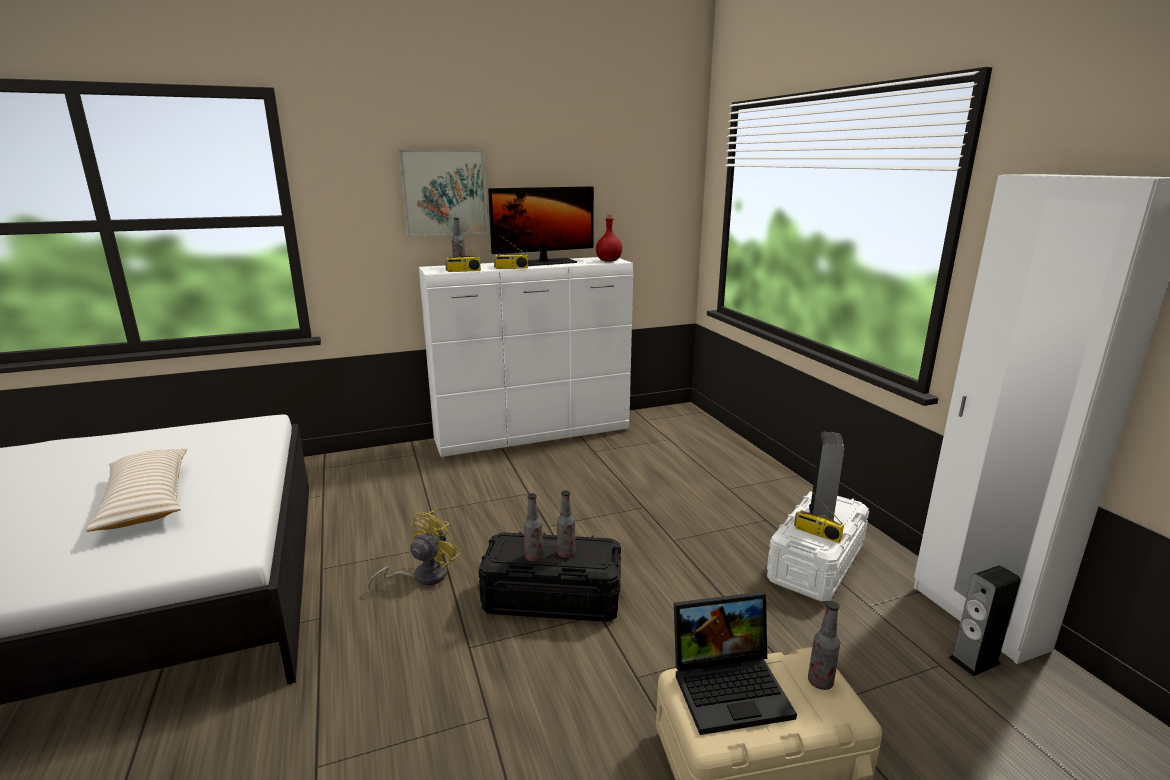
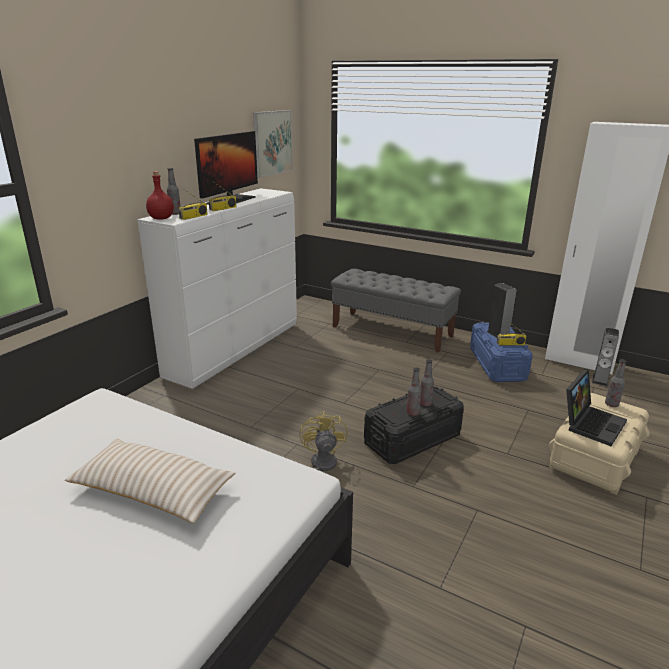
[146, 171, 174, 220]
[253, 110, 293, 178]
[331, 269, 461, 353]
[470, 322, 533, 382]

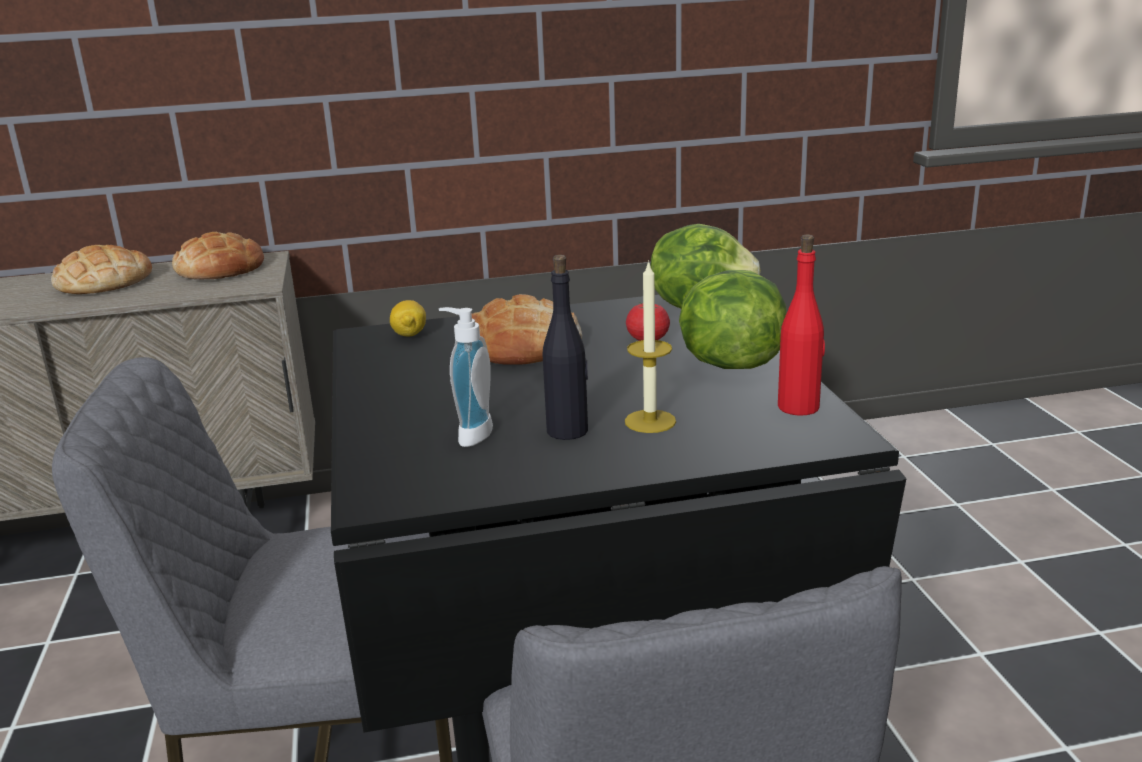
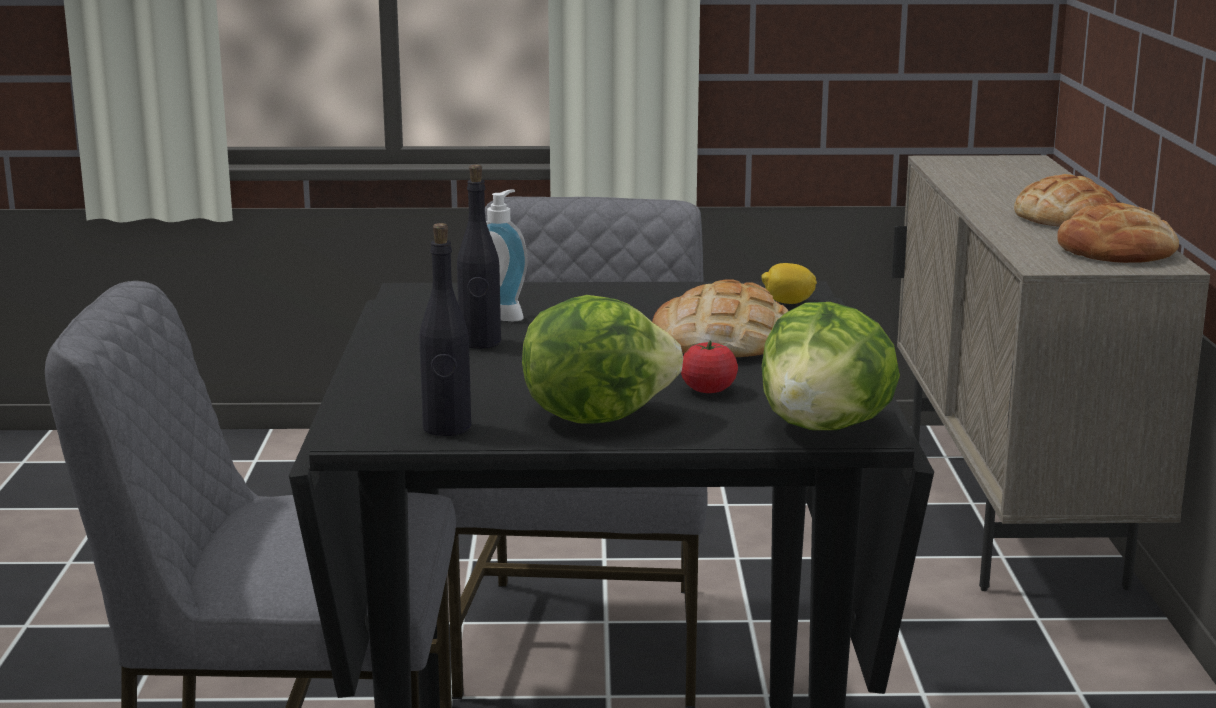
[419, 223, 471, 436]
[625, 260, 676, 433] (first image)

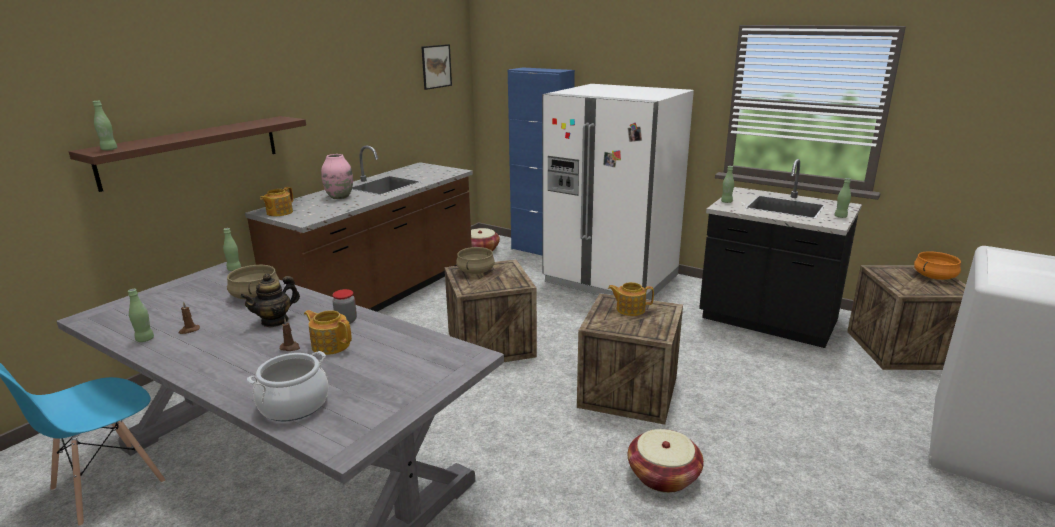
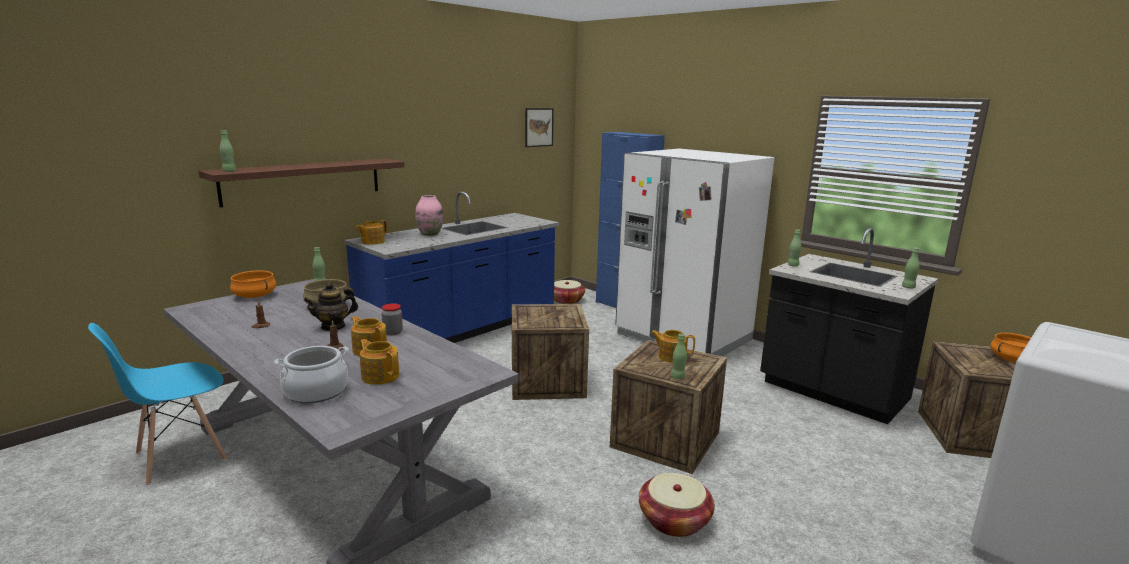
[230, 270, 276, 298]
[345, 191, 559, 343]
[360, 339, 399, 385]
[671, 334, 687, 379]
[456, 247, 495, 274] (first image)

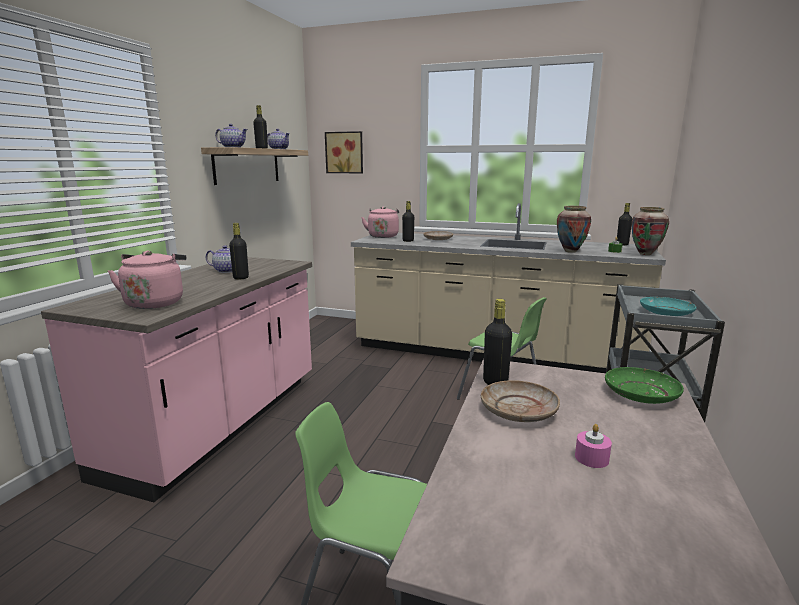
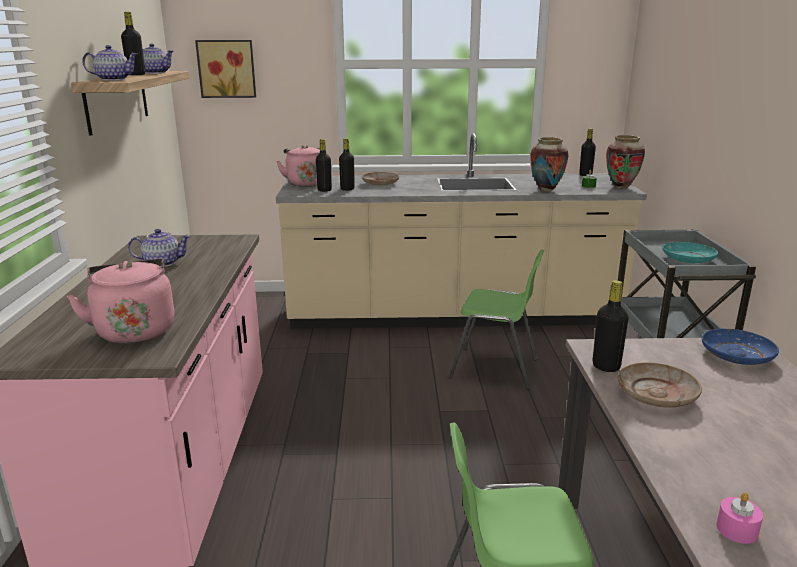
[316, 139, 332, 192]
[702, 329, 779, 365]
[716, 492, 763, 544]

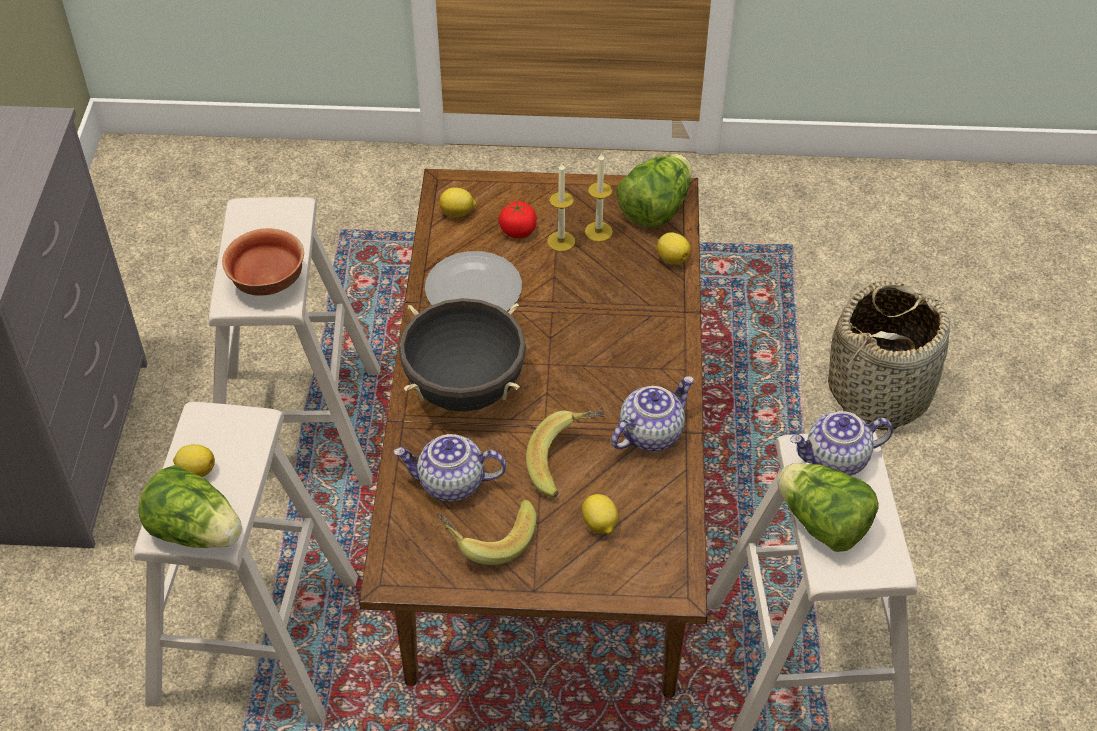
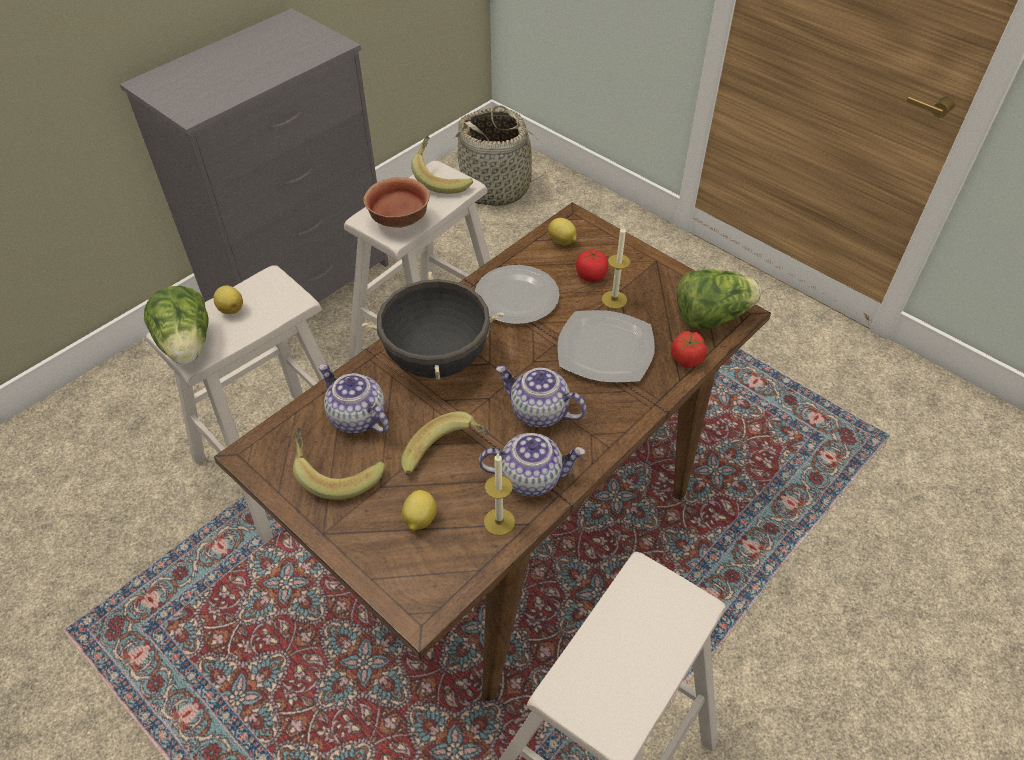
[411, 136, 473, 194]
[452, 105, 549, 206]
[484, 454, 515, 536]
[496, 366, 586, 428]
[558, 310, 655, 383]
[671, 331, 707, 368]
[777, 463, 879, 552] (first image)

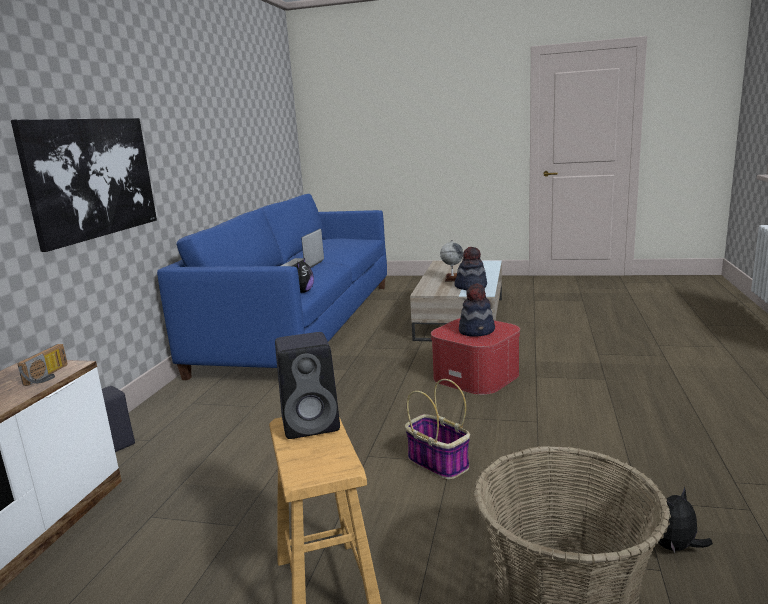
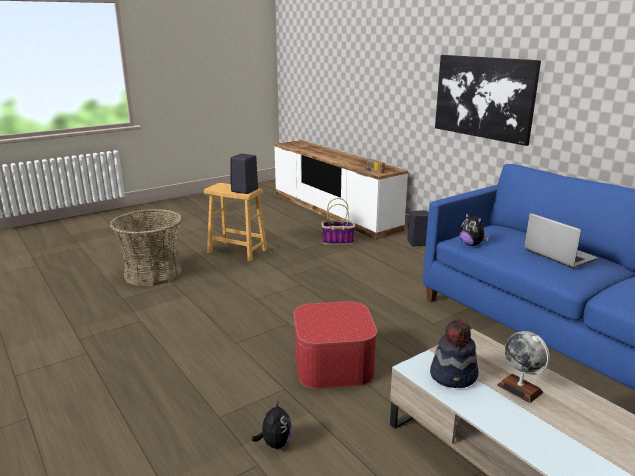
[252, 399, 292, 449]
[322, 198, 355, 245]
[459, 283, 495, 337] (first image)

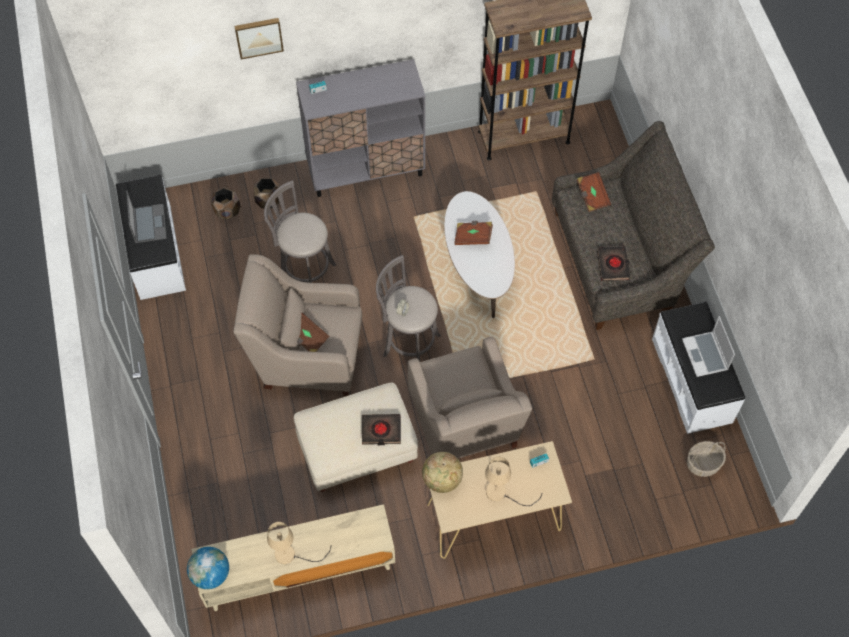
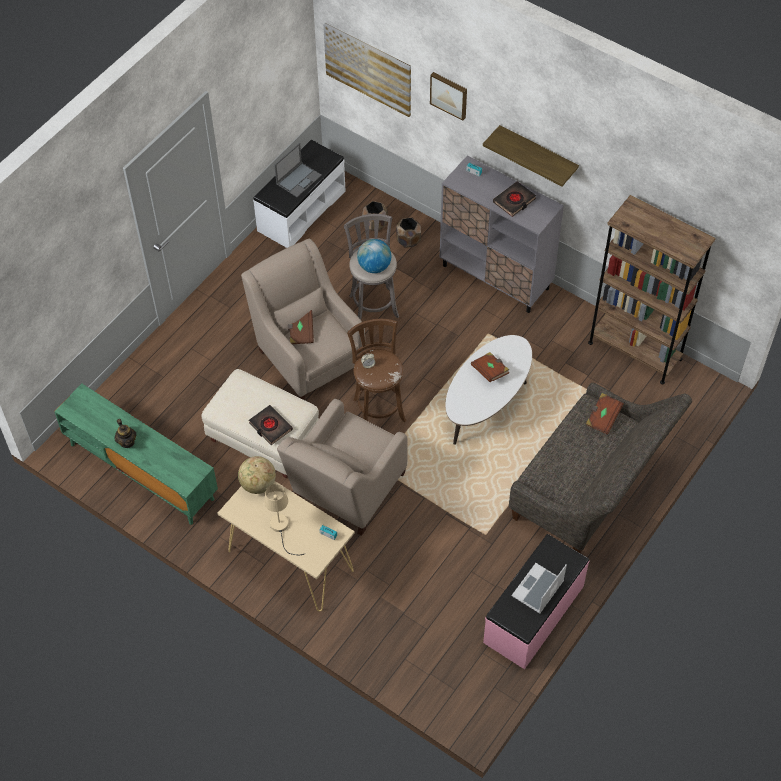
[54, 384, 218, 525]
[115, 419, 136, 448]
[323, 23, 411, 117]
[347, 319, 406, 422]
[357, 239, 391, 273]
[483, 125, 579, 186]
[483, 534, 589, 669]
[493, 181, 536, 217]
[687, 441, 726, 477] (first image)

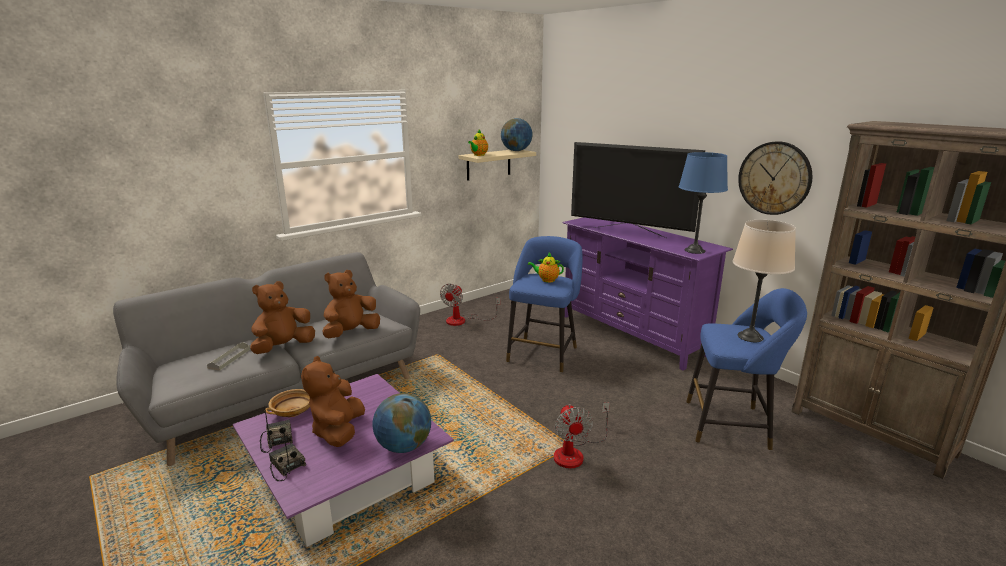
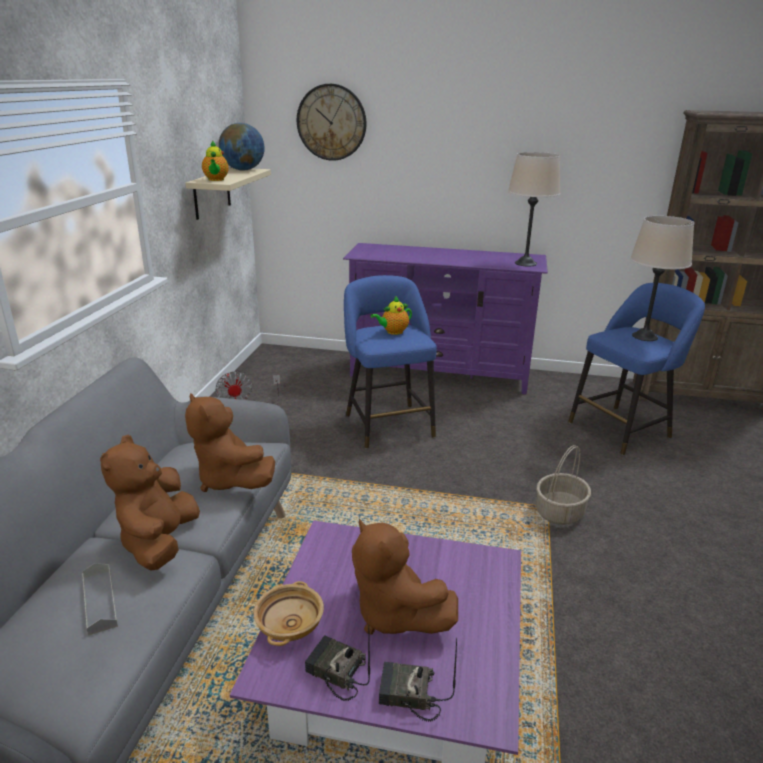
[185, 393, 275, 492]
[297, 84, 366, 161]
[508, 152, 560, 267]
[536, 445, 591, 525]
[372, 393, 431, 453] (first image)
[571, 142, 705, 239] (first image)

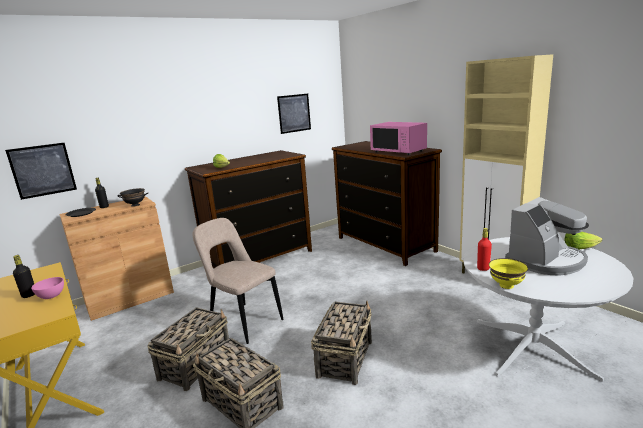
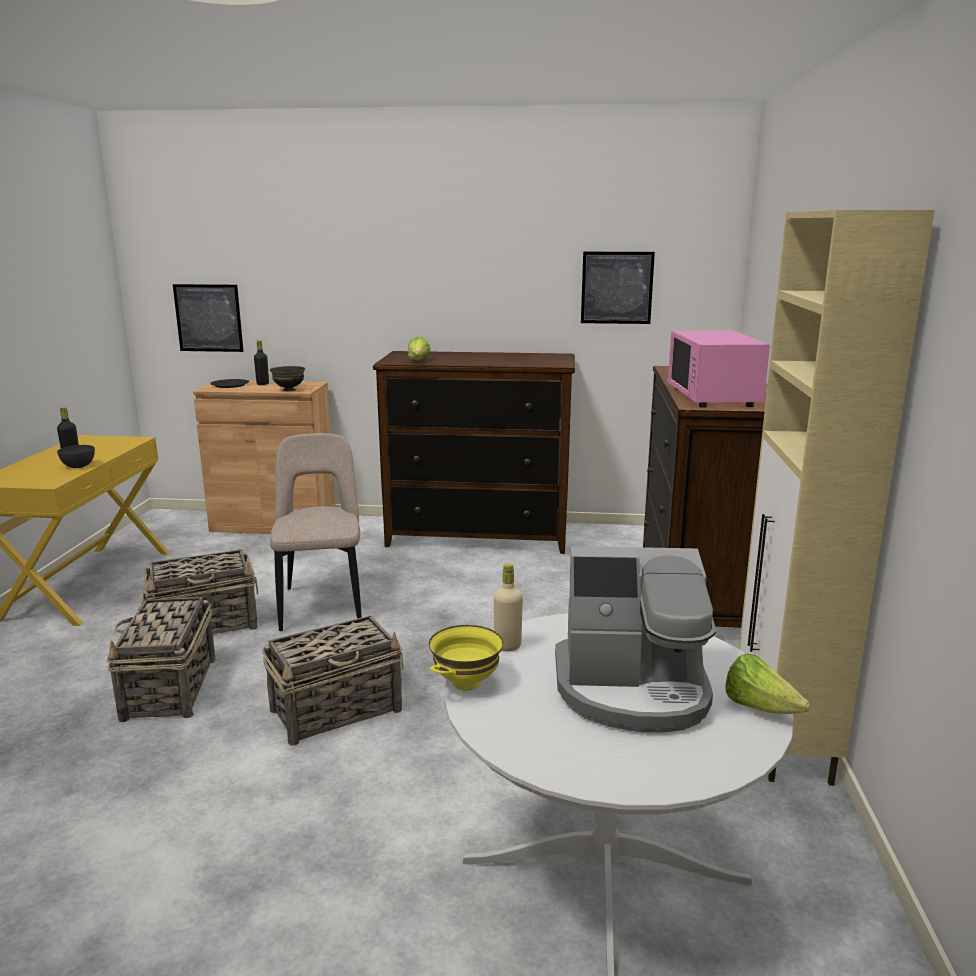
[57, 445, 95, 468]
[494, 563, 523, 651]

